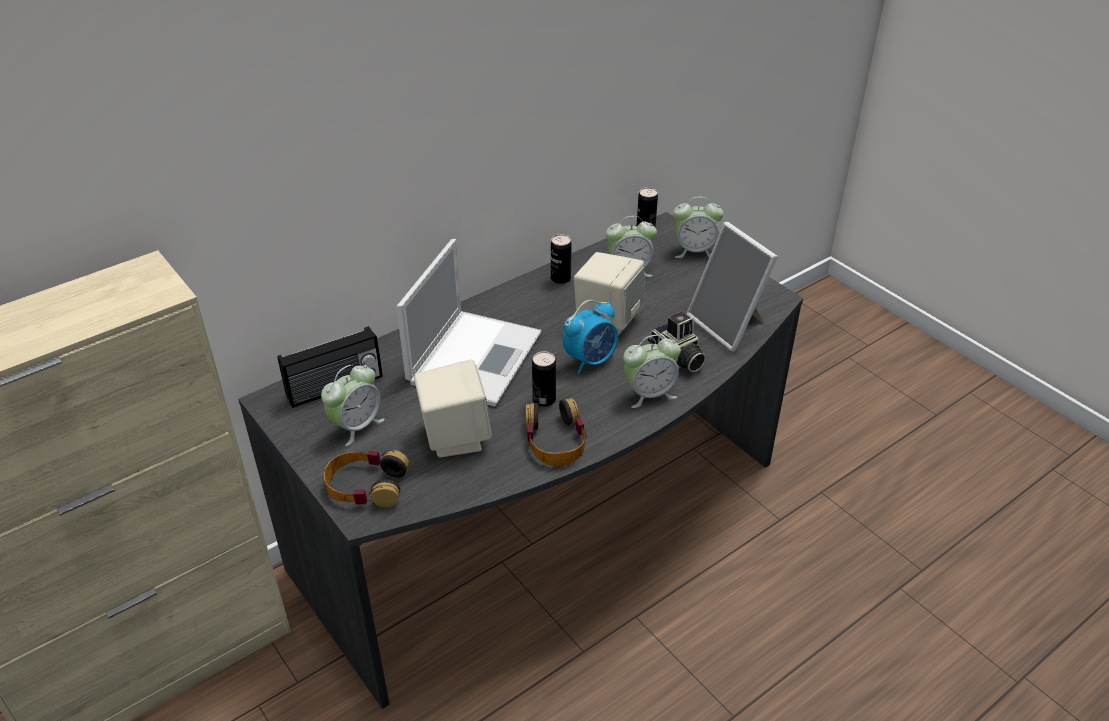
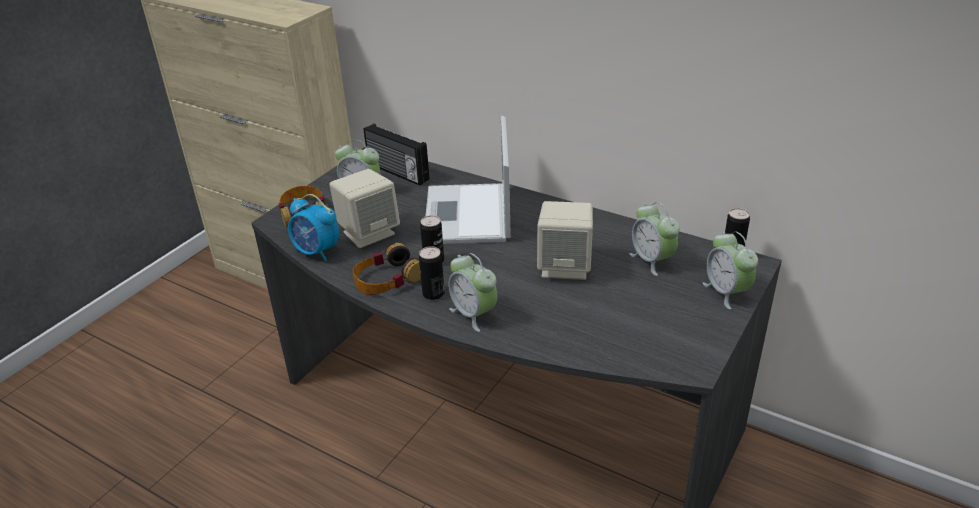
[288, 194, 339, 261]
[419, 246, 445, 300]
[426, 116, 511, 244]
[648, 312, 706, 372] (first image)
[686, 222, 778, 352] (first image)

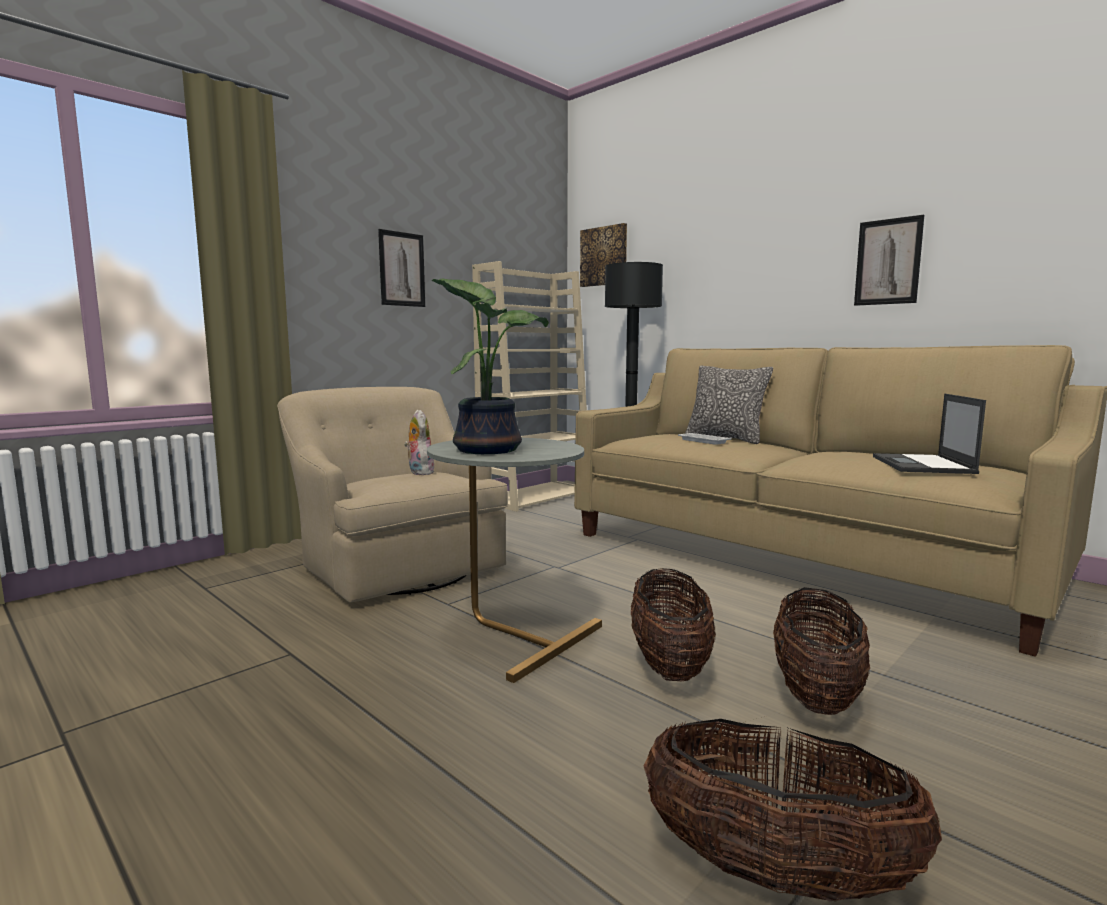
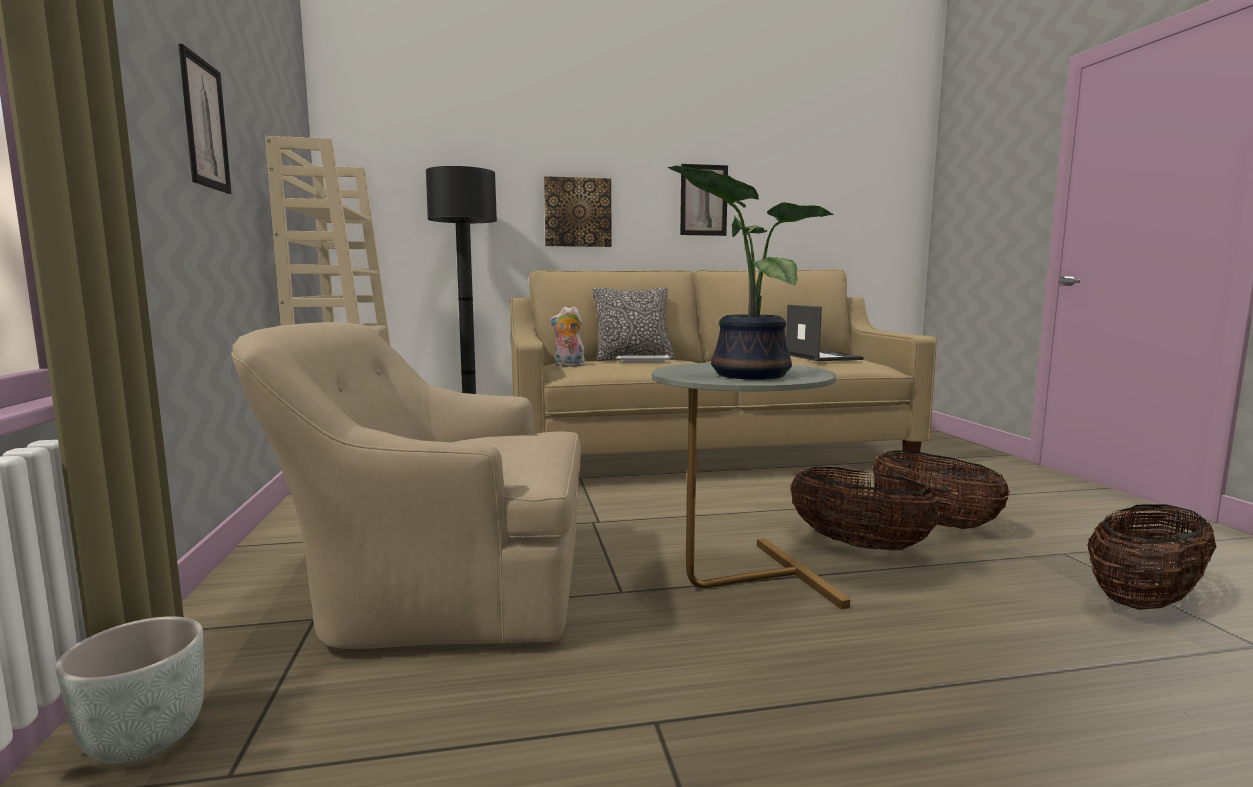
[55, 616, 204, 763]
[544, 176, 611, 247]
[550, 306, 585, 367]
[786, 305, 864, 361]

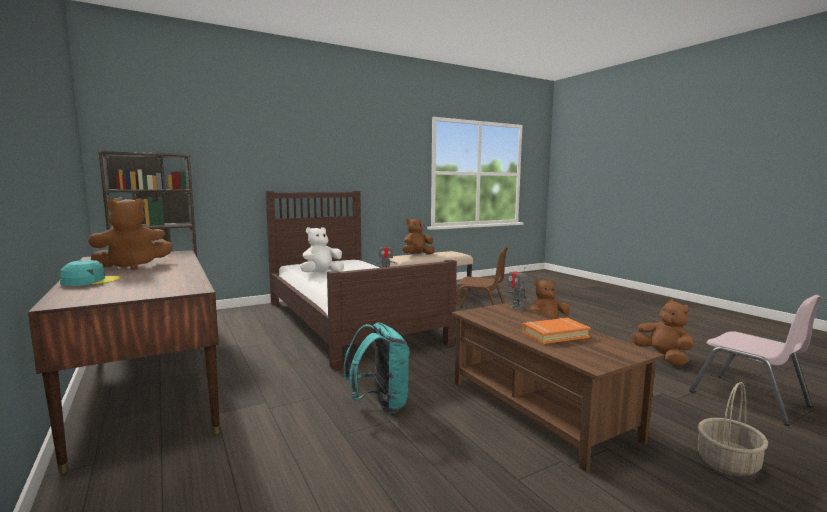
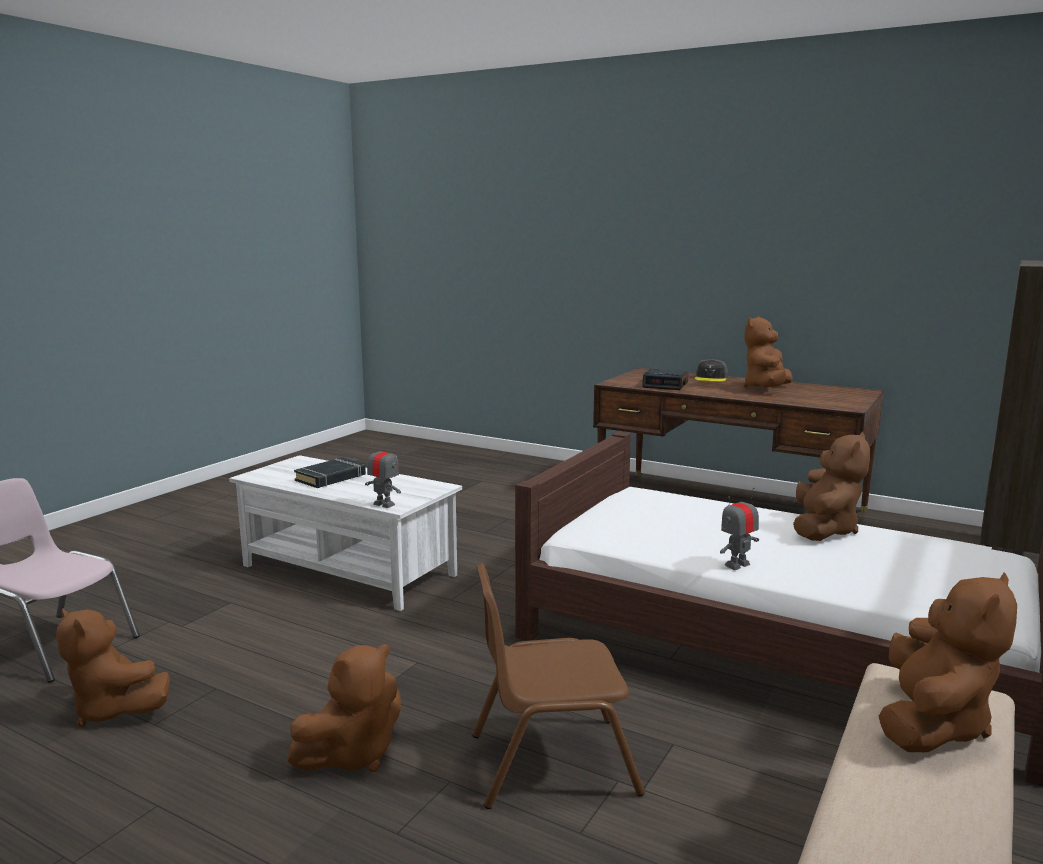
[229, 455, 462, 611]
[294, 457, 366, 488]
[642, 369, 689, 390]
[694, 359, 728, 382]
[793, 432, 870, 541]
[344, 322, 410, 413] (first image)
[698, 382, 768, 476] (first image)

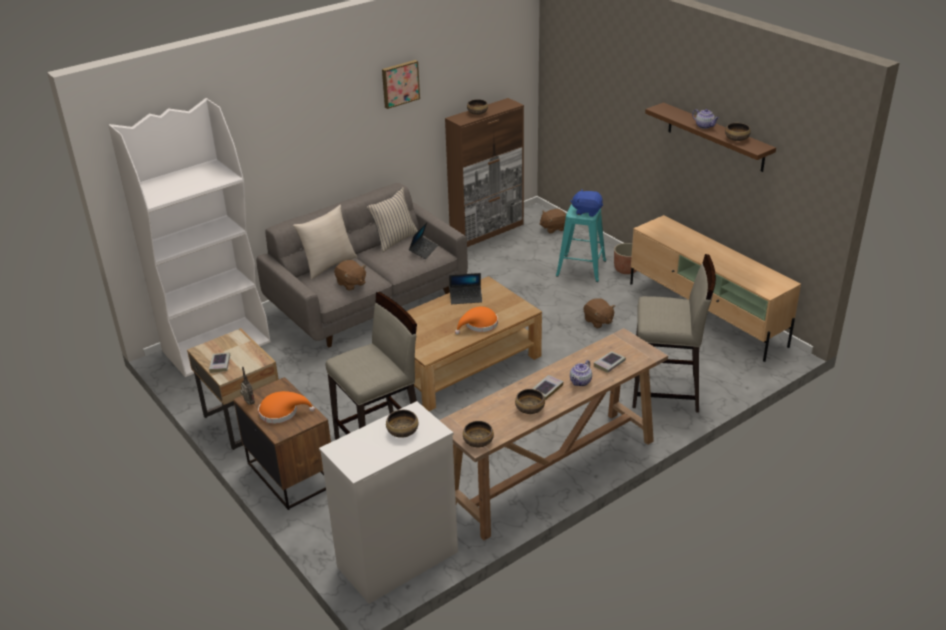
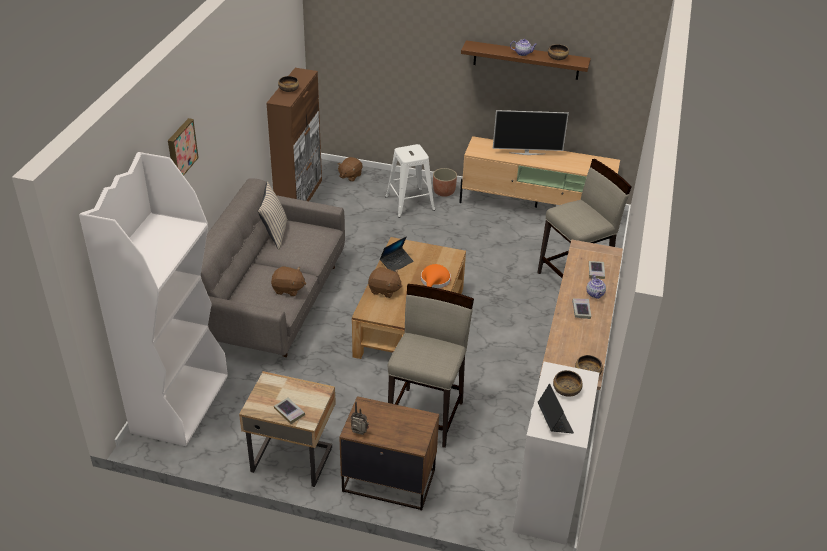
[168, 118, 199, 176]
[368, 267, 402, 298]
[385, 144, 435, 218]
[493, 110, 569, 155]
[538, 384, 574, 433]
[258, 391, 315, 424] (first image)
[293, 205, 357, 280] (first image)
[515, 389, 545, 414] (first image)
[571, 189, 603, 217] (first image)

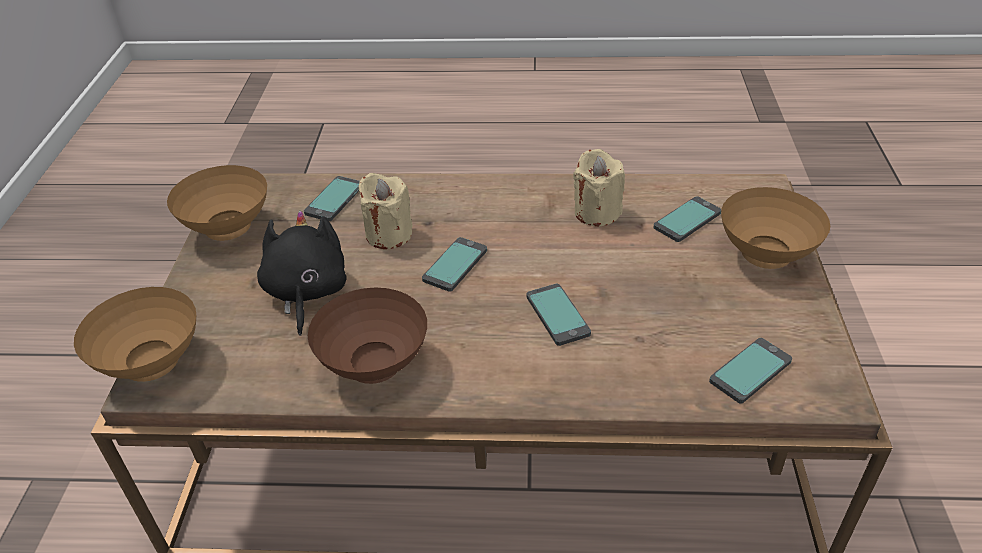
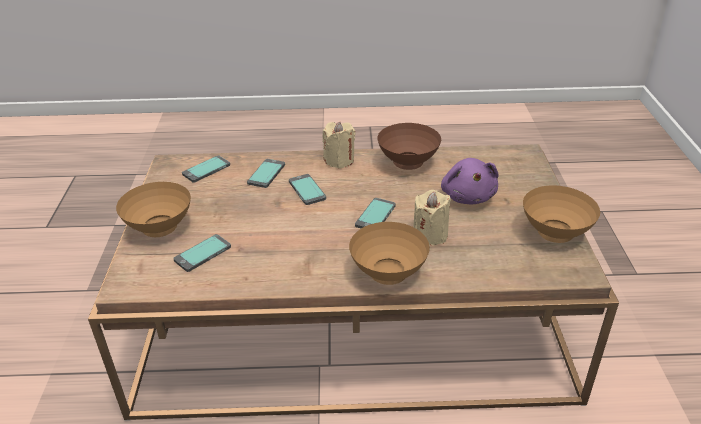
[247, 159, 285, 188]
[323, 122, 356, 169]
[349, 222, 430, 285]
[441, 158, 498, 204]

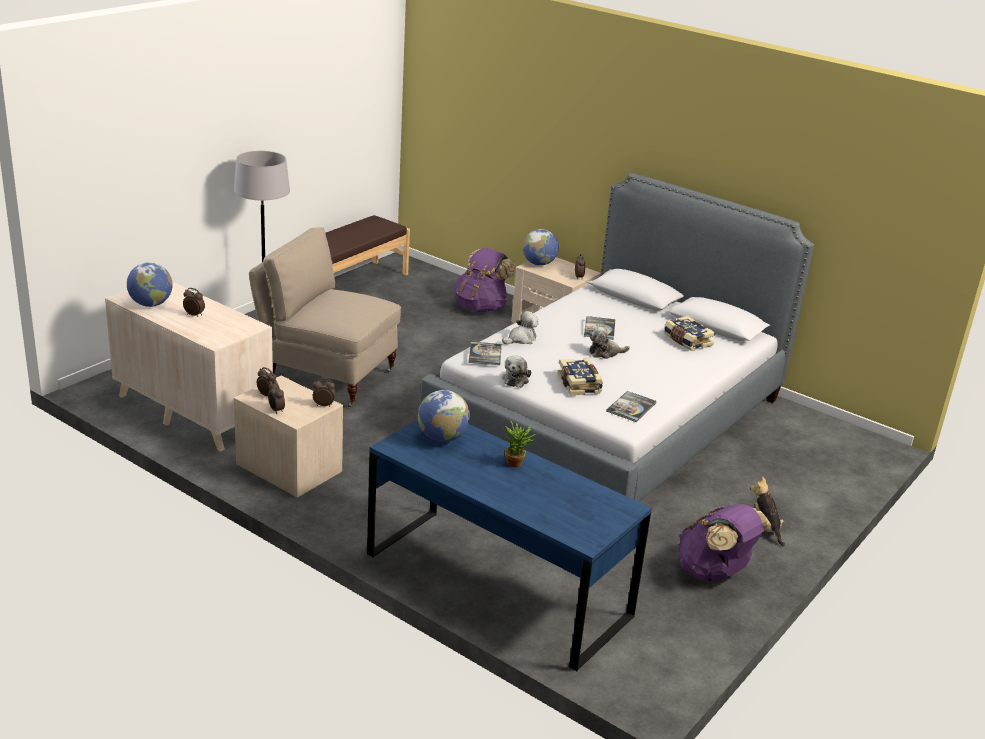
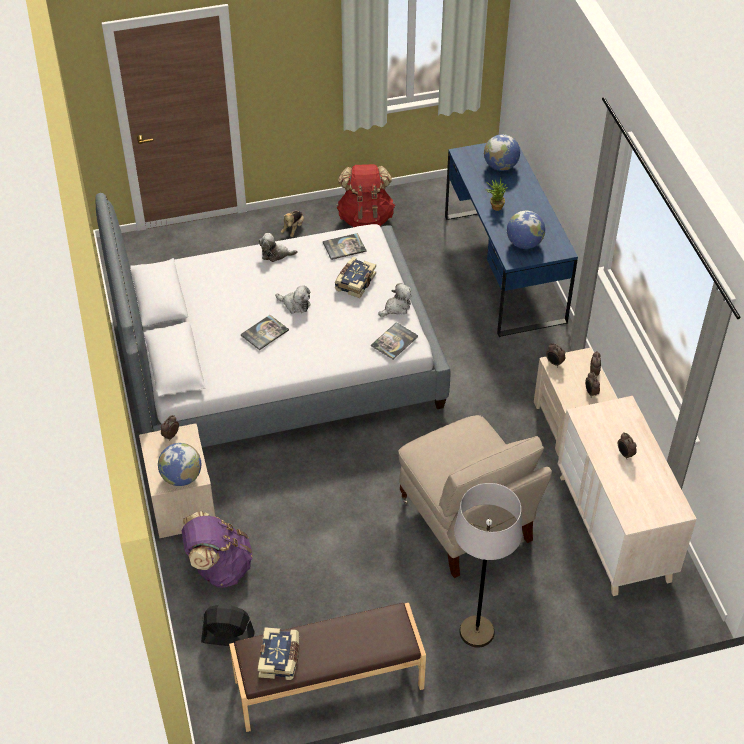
[201, 605, 255, 646]
[258, 627, 299, 680]
[259, 233, 297, 262]
[337, 164, 395, 227]
[484, 134, 520, 171]

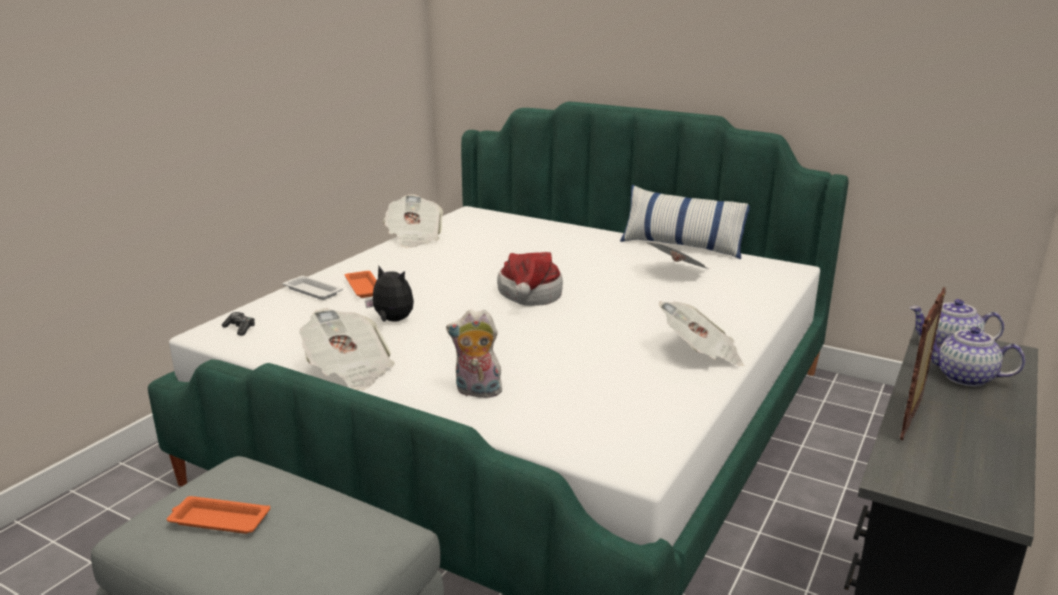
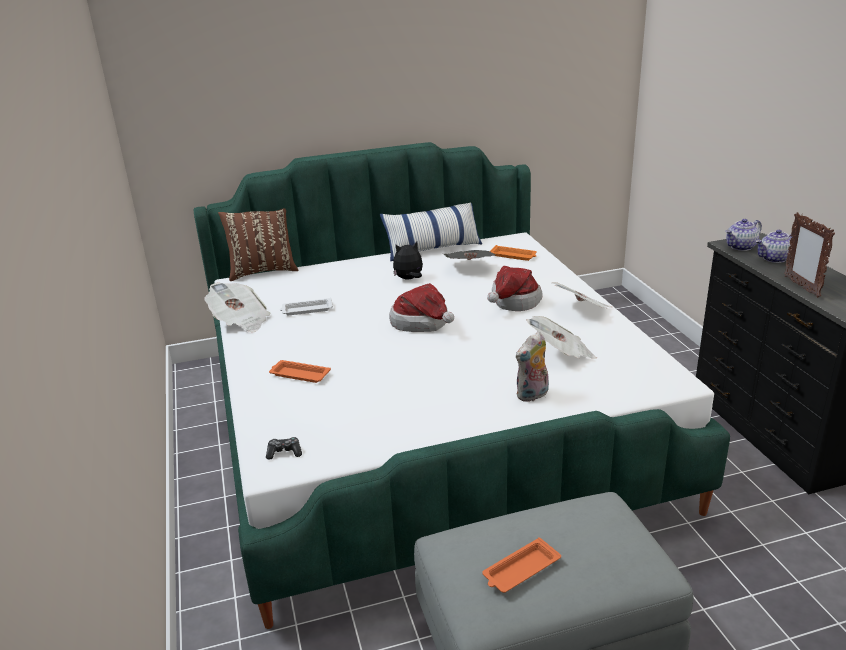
[218, 208, 299, 281]
[280, 298, 333, 315]
[393, 242, 423, 280]
[487, 266, 543, 311]
[490, 245, 537, 261]
[526, 316, 597, 359]

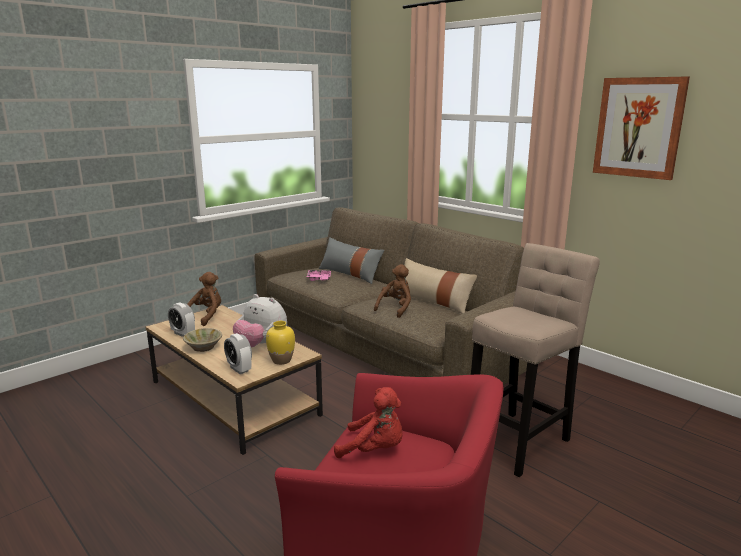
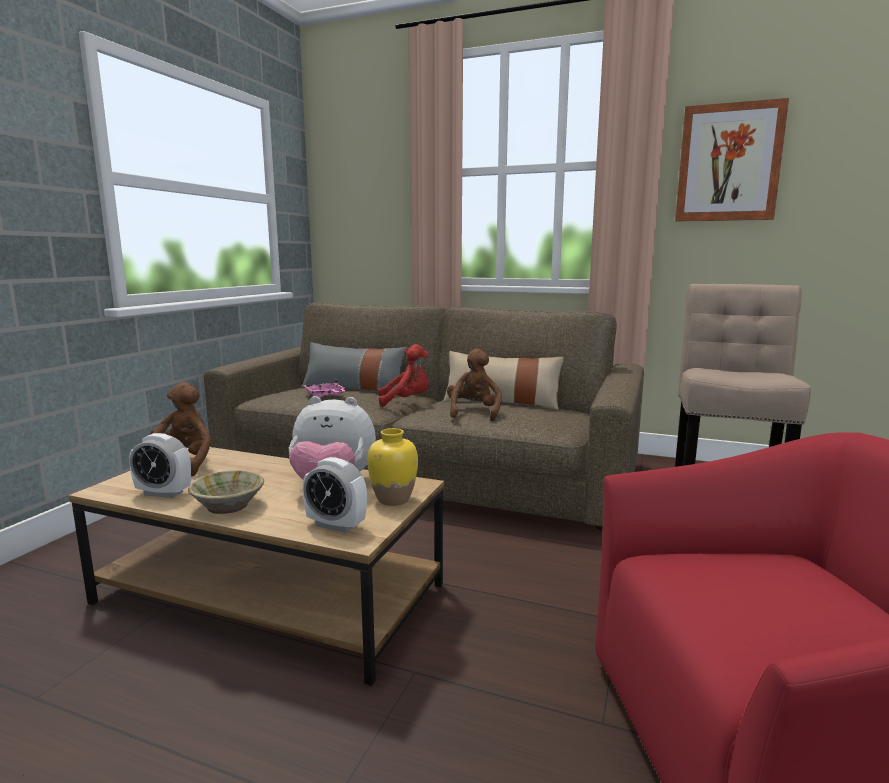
[378, 344, 429, 407]

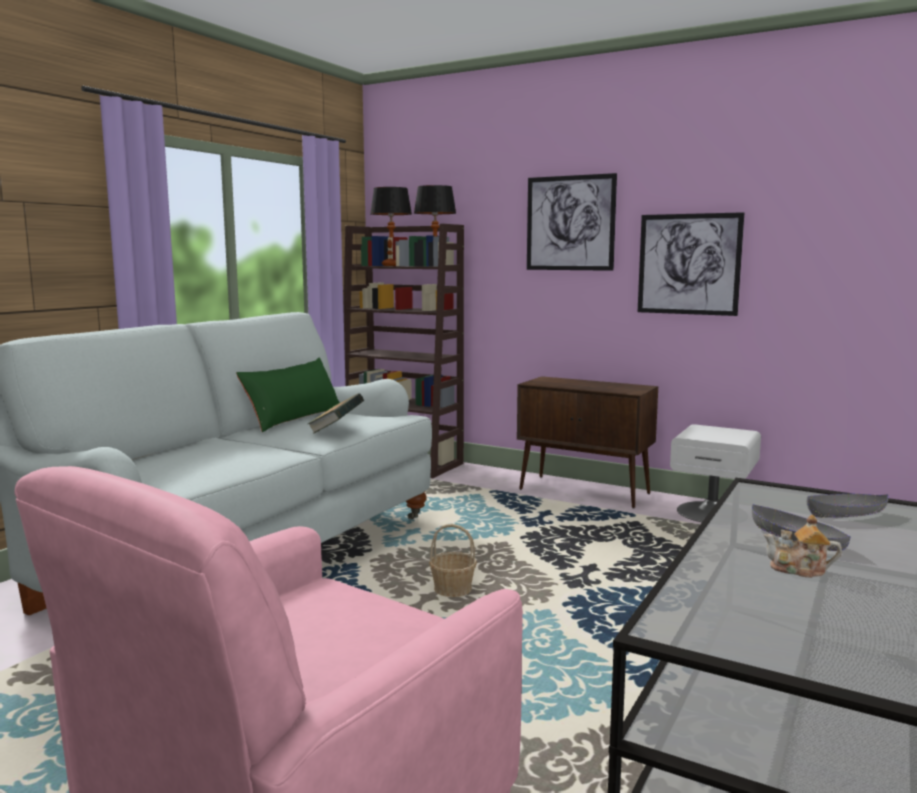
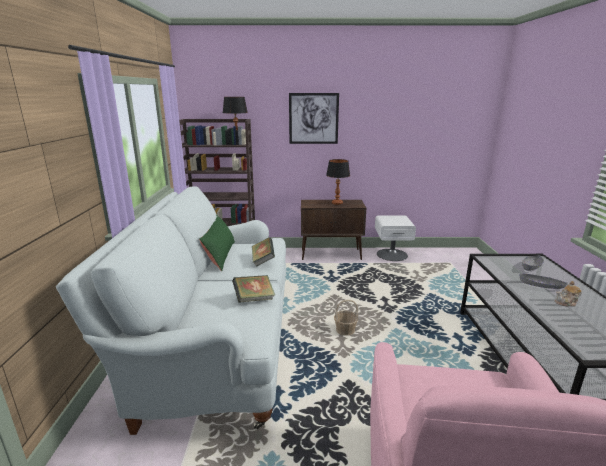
[232, 275, 275, 303]
[326, 159, 350, 205]
[638, 212, 744, 316] (first image)

